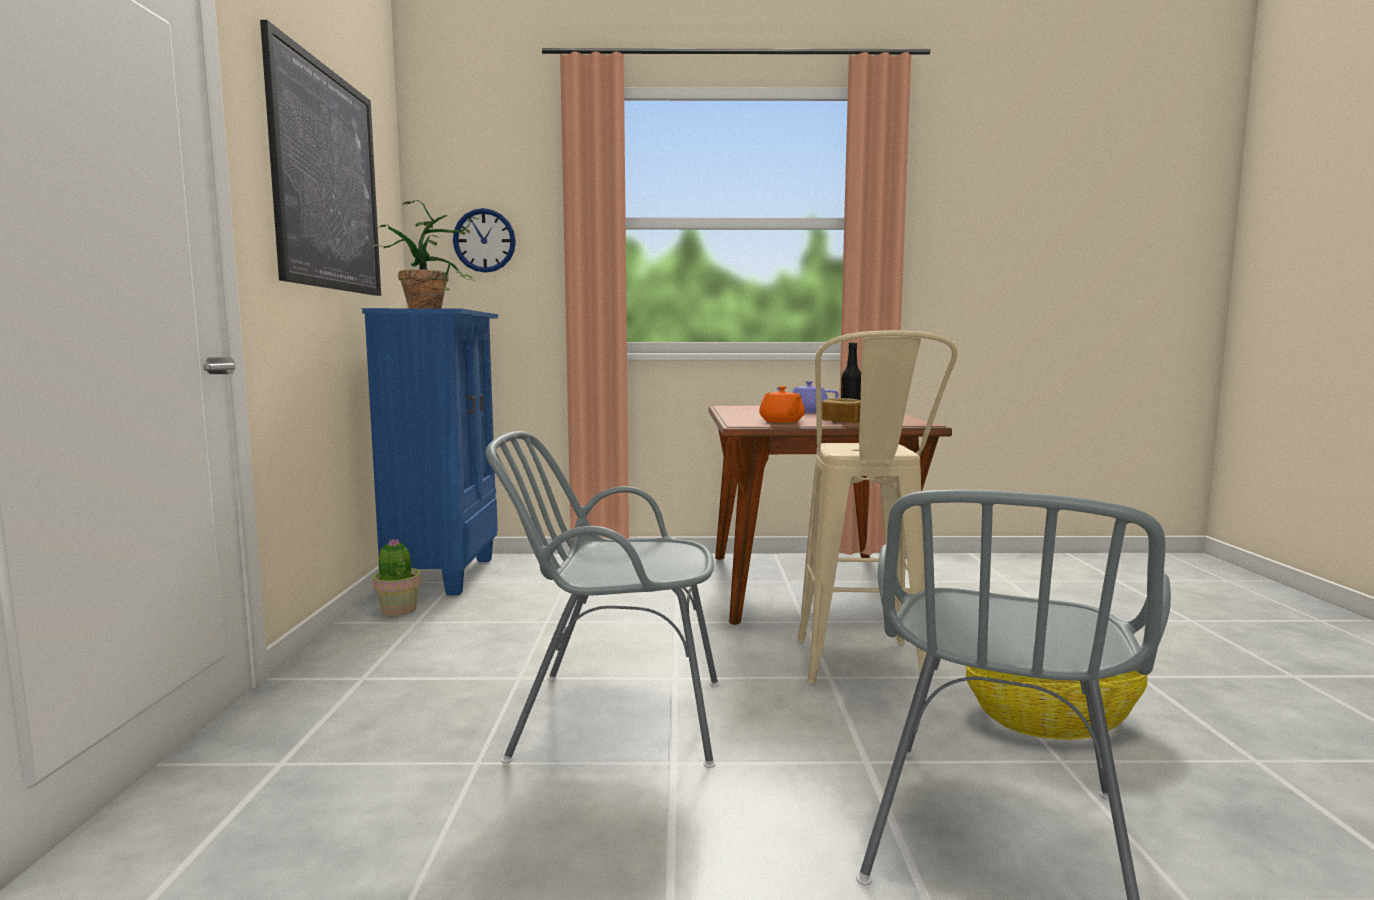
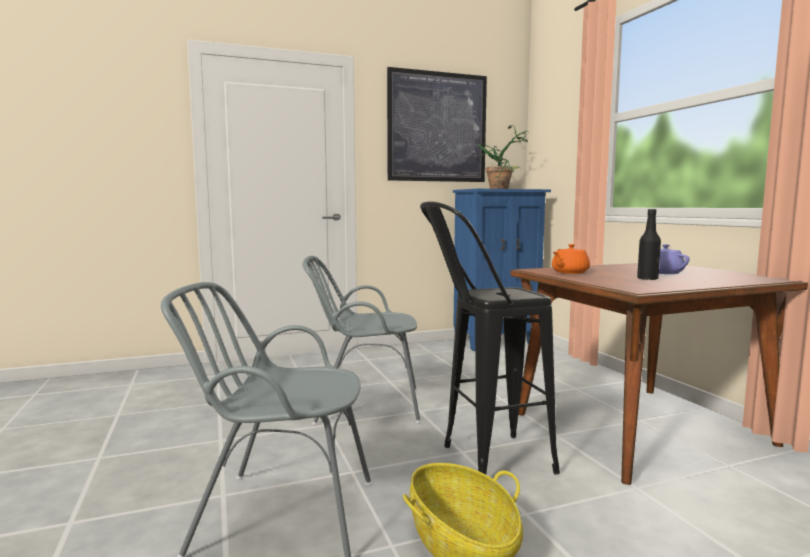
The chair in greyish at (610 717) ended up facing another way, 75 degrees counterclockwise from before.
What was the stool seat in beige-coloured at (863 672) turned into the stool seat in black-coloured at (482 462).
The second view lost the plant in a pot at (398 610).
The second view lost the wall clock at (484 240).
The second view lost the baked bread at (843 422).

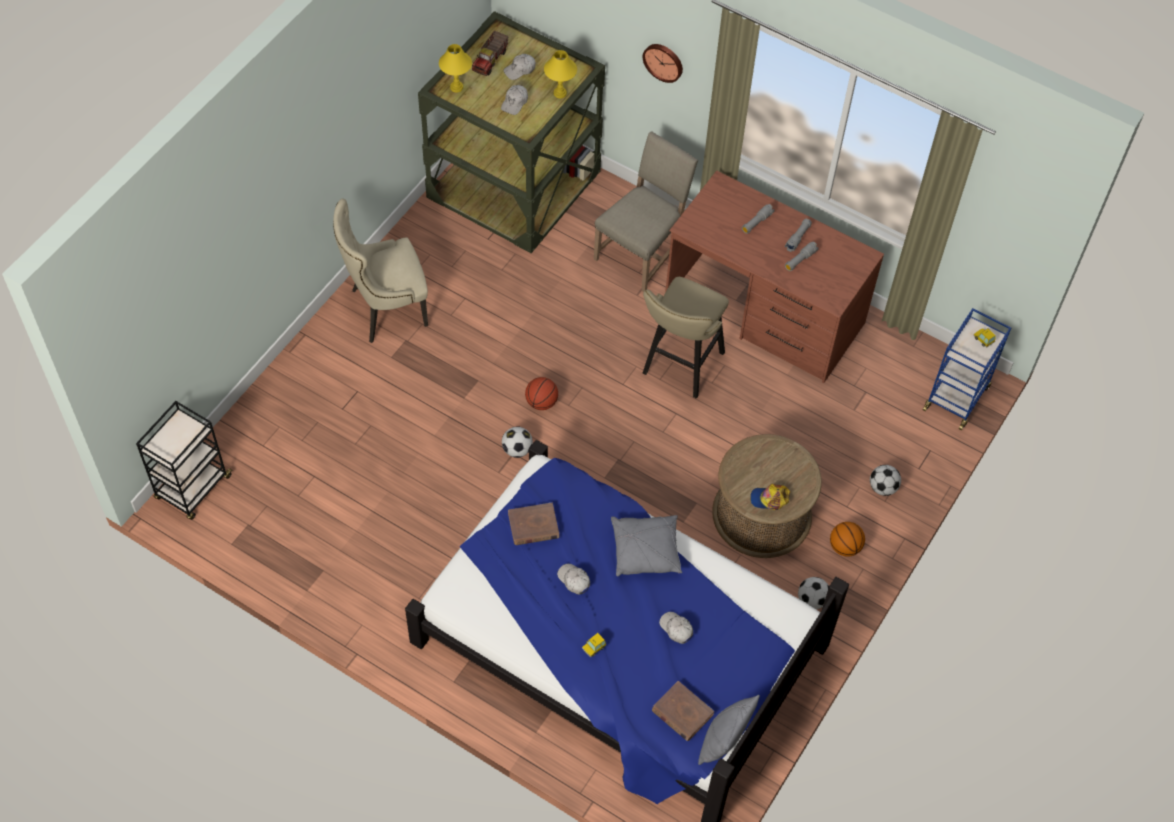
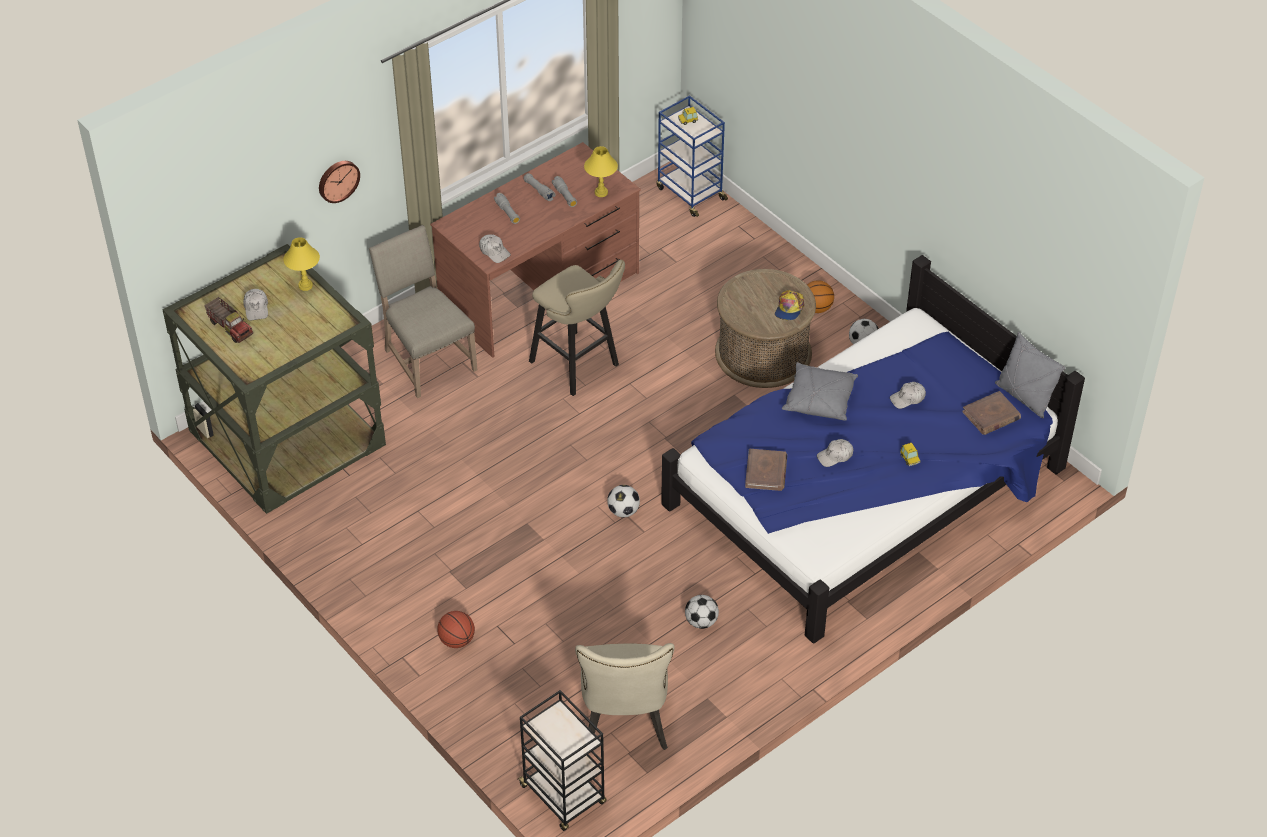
The basketball ball ended up elsewhere, having gone from (541 402) to (457 640).
The baseball cap in whitish ended up elsewhere, having gone from (515 103) to (494 251).
The chair in beige-coloured ended up elsewhere, having gone from (387 309) to (624 723).
The lamp for a table in yellow ended up elsewhere, having gone from (456 87) to (601 192).
The ball for football ended up elsewhere, having gone from (882 487) to (701 621).

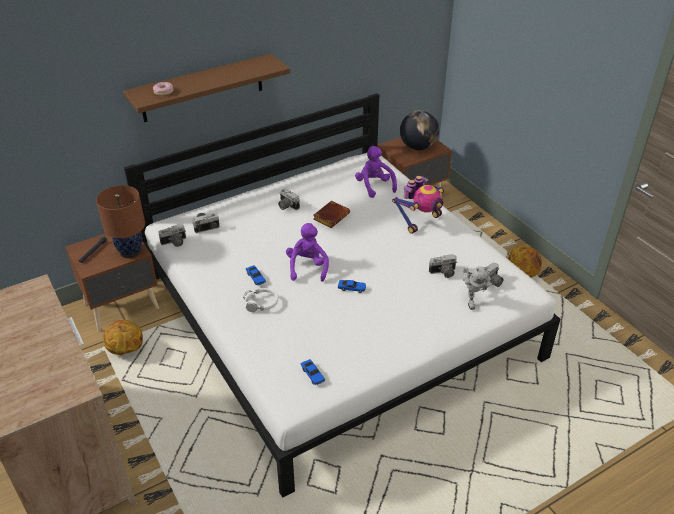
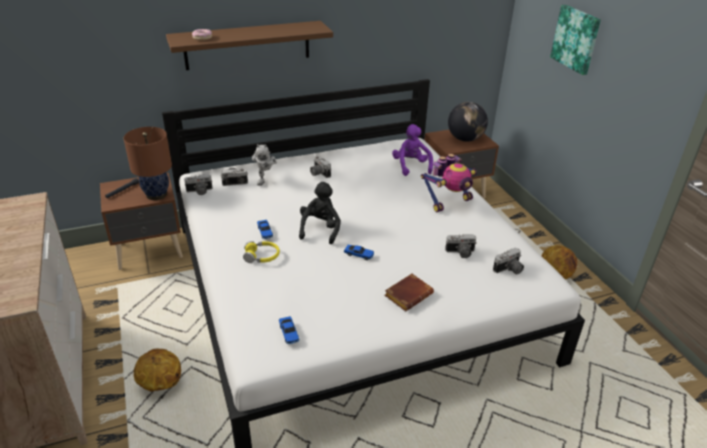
The basketball ball ended up elsewhere, having gone from (125 350) to (160 385).
What was the pair of headphones in whitish at (261 303) turned into the pair of headphones in yellow at (262 256).
The robot figure ended up elsewhere, having gone from (472 299) to (265 180).
What was the plush toy in purple at (307 267) turned into the plush toy in black-coloured at (320 229).
The bound book in brown ended up elsewhere, having gone from (331 216) to (408 294).
The second view gained the picture at (576 39).

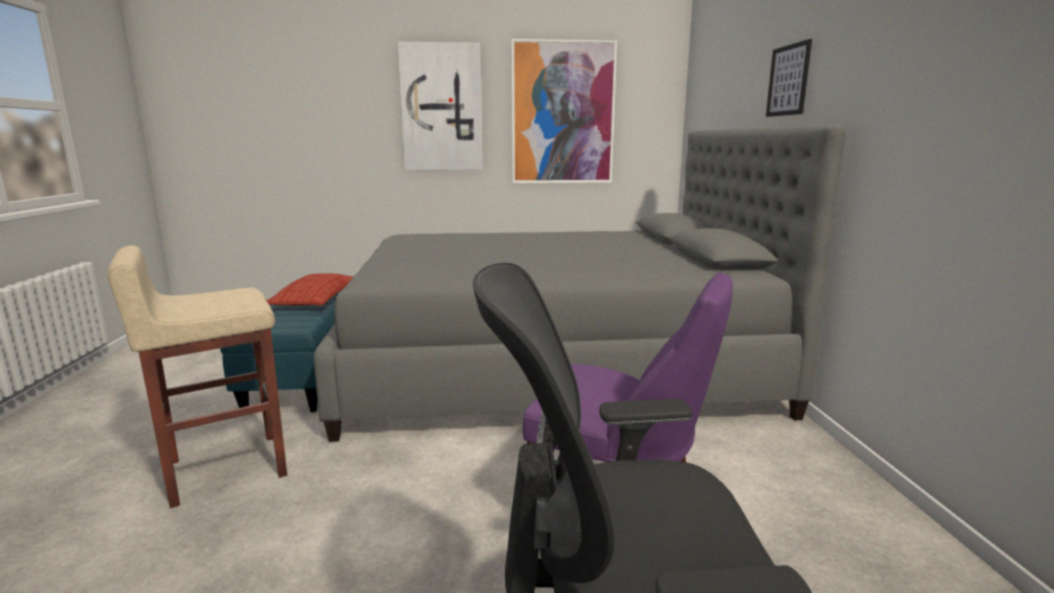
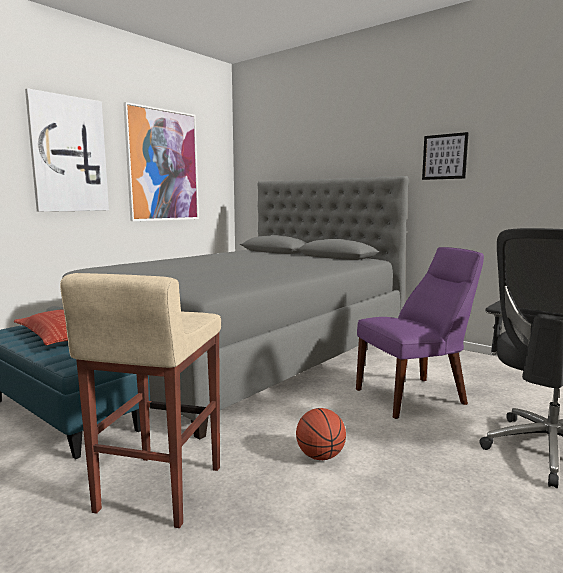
The second view gained the basketball ball at (320 456).
The picture ended up elsewhere, having gone from (788 80) to (444 156).

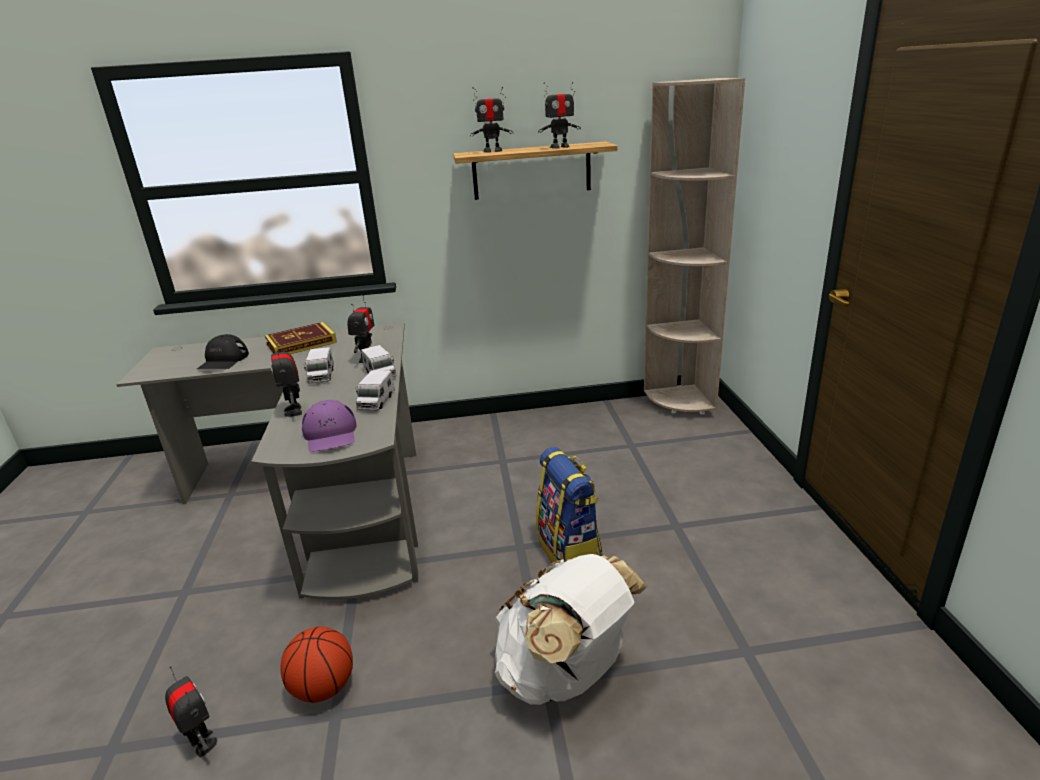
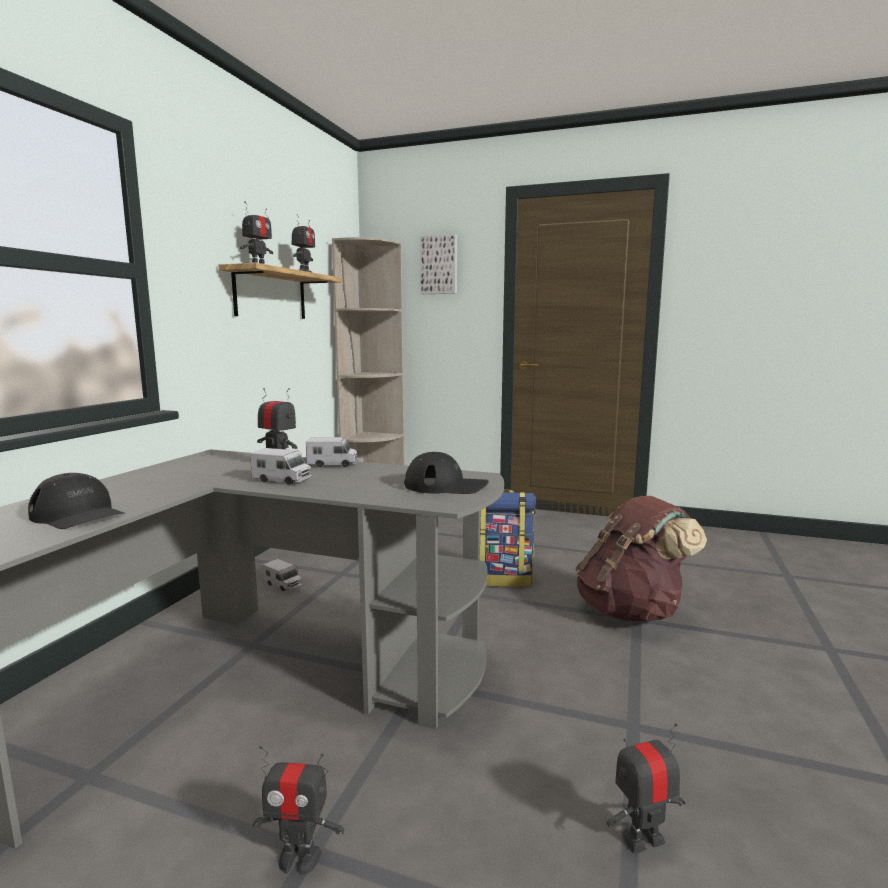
The robot figure ended up elsewhere, having gone from (294 411) to (299 858).
The model truck ended up elsewhere, having gone from (376 402) to (282 585).
What was the baseball cap in purple at (330 434) turned into the baseball cap in black-coloured at (446 486).
The second view gained the picture at (439 265).
What was the rucksack in whitish at (565 673) turned into the rucksack in brown at (631 611).
The second view lost the bound book at (301 343).
The second view lost the basketball ball at (324 687).

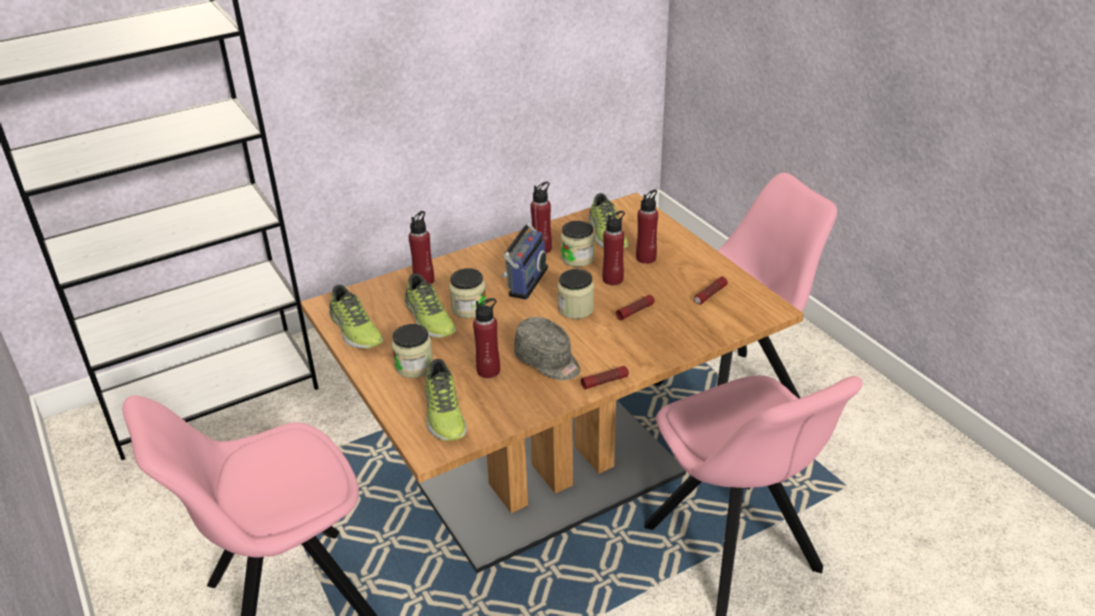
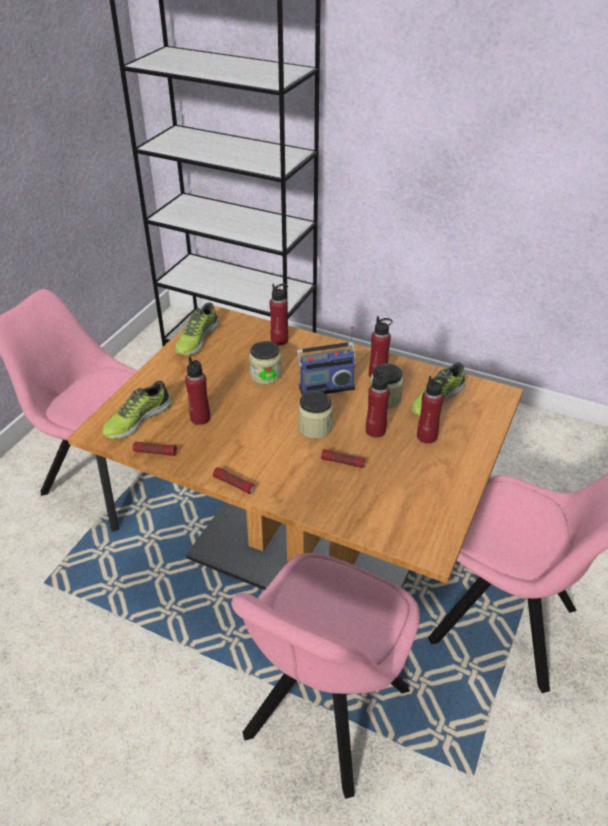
The flashlight ended up elsewhere, having gone from (710 295) to (155 452).
The second view lost the jar at (414 366).
The second view lost the shoe at (428 319).
The second view lost the baseball cap in greyish at (548 361).

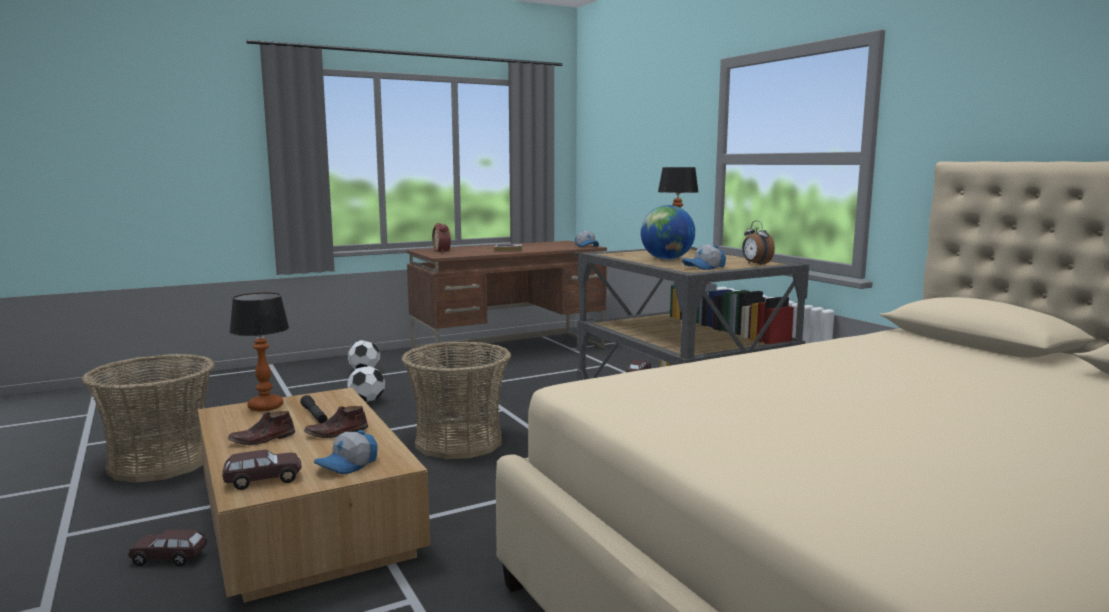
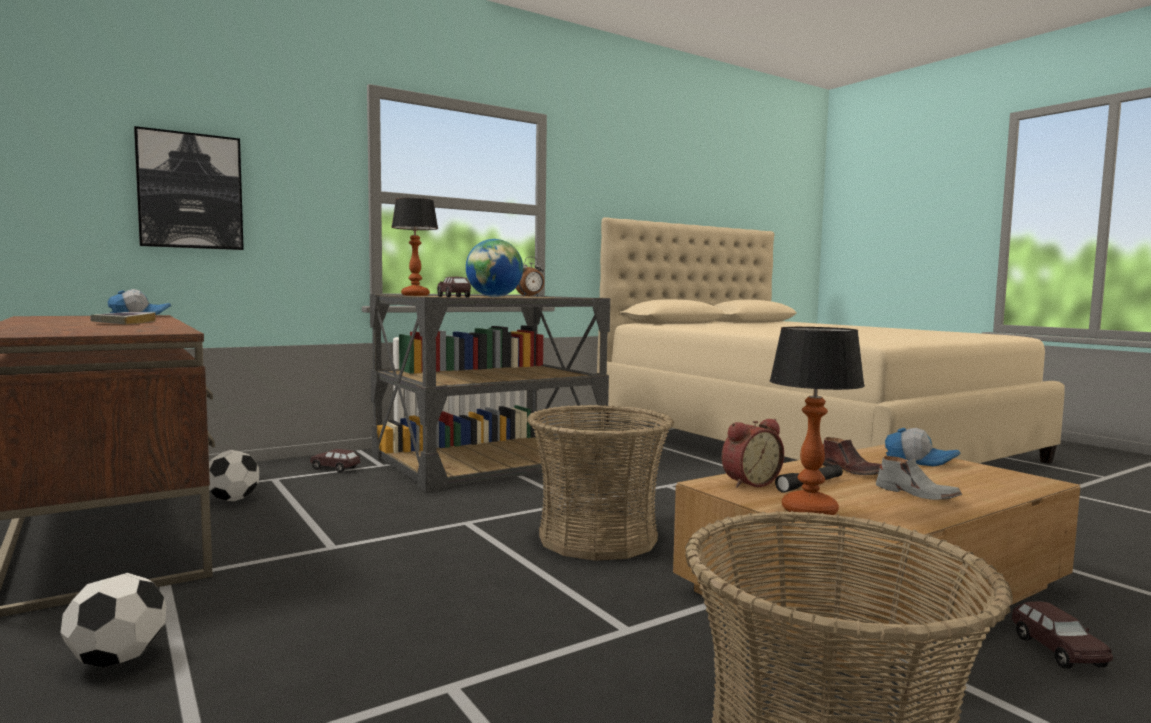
The second view gained the picture at (190 191).
The ball for football ended up elsewhere, having gone from (367 401) to (233 499).
The model car in brown ended up elsewhere, having gone from (263 480) to (454 297).
The table clock ended up elsewhere, having gone from (443 251) to (749 483).
What was the shoe in brown at (262 439) turned into the shoe in greyish at (917 494).
The second view lost the baseball cap at (704 268).

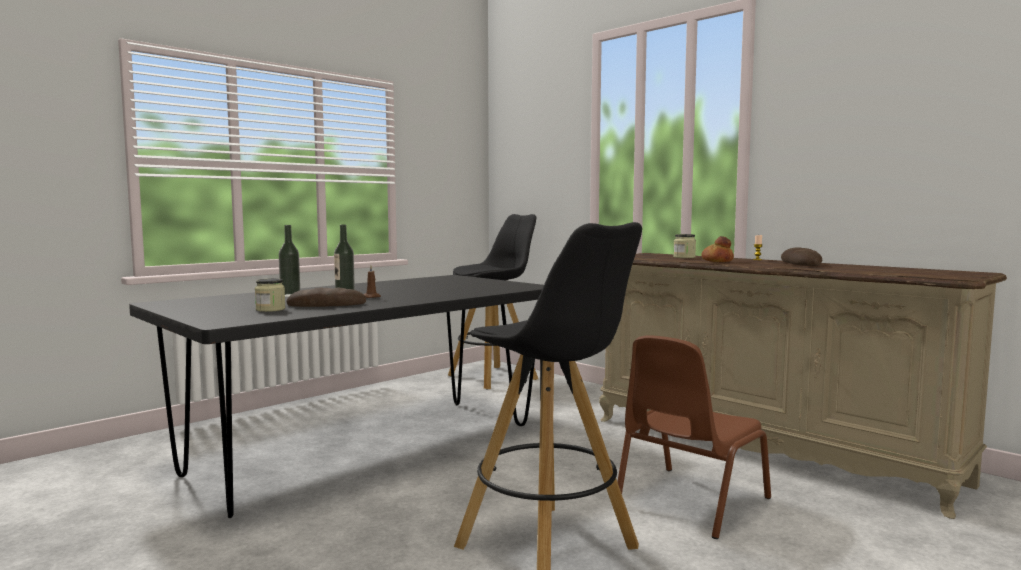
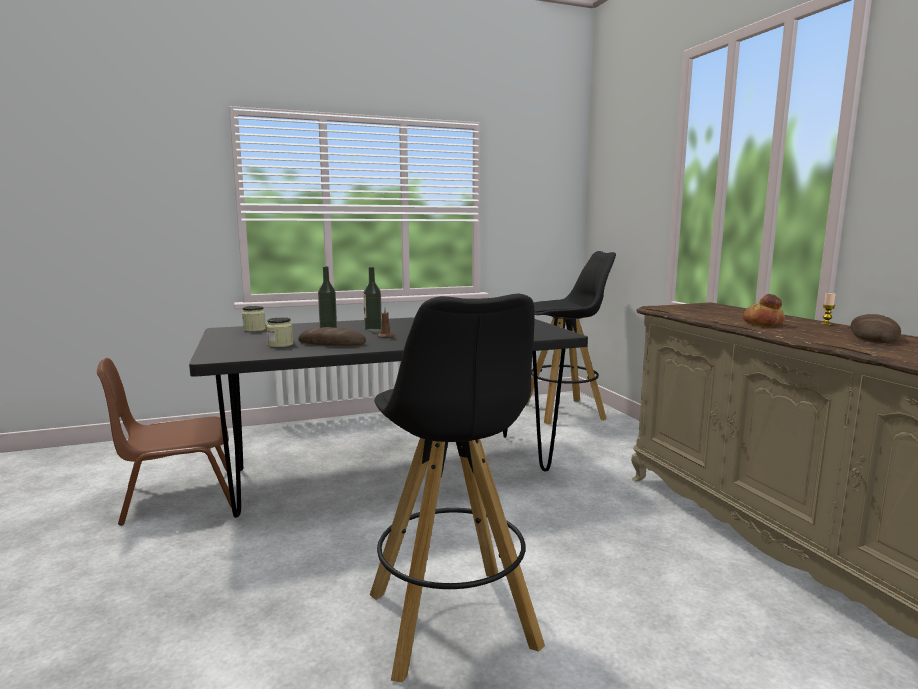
The chair in brown ended up elsewhere, having gone from (689 502) to (177 496).
The jar ended up elsewhere, having gone from (684 257) to (254 329).

